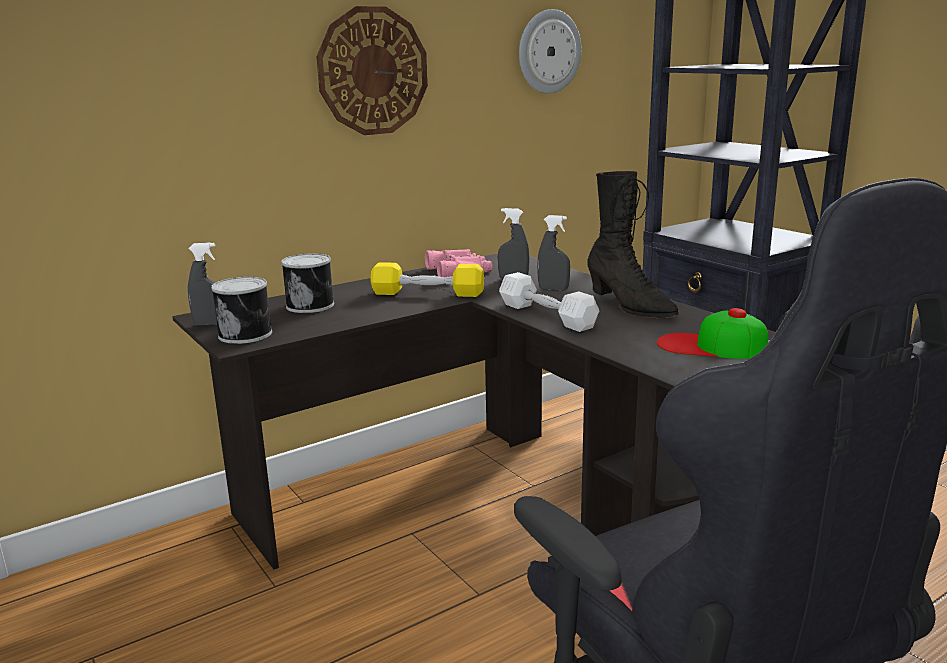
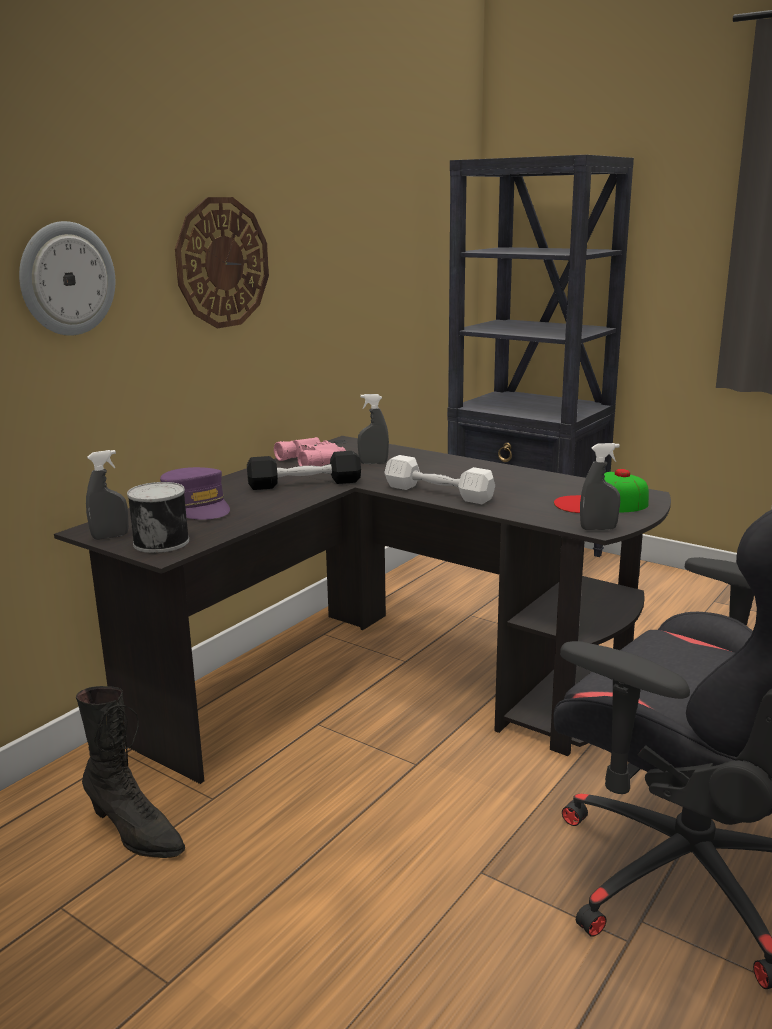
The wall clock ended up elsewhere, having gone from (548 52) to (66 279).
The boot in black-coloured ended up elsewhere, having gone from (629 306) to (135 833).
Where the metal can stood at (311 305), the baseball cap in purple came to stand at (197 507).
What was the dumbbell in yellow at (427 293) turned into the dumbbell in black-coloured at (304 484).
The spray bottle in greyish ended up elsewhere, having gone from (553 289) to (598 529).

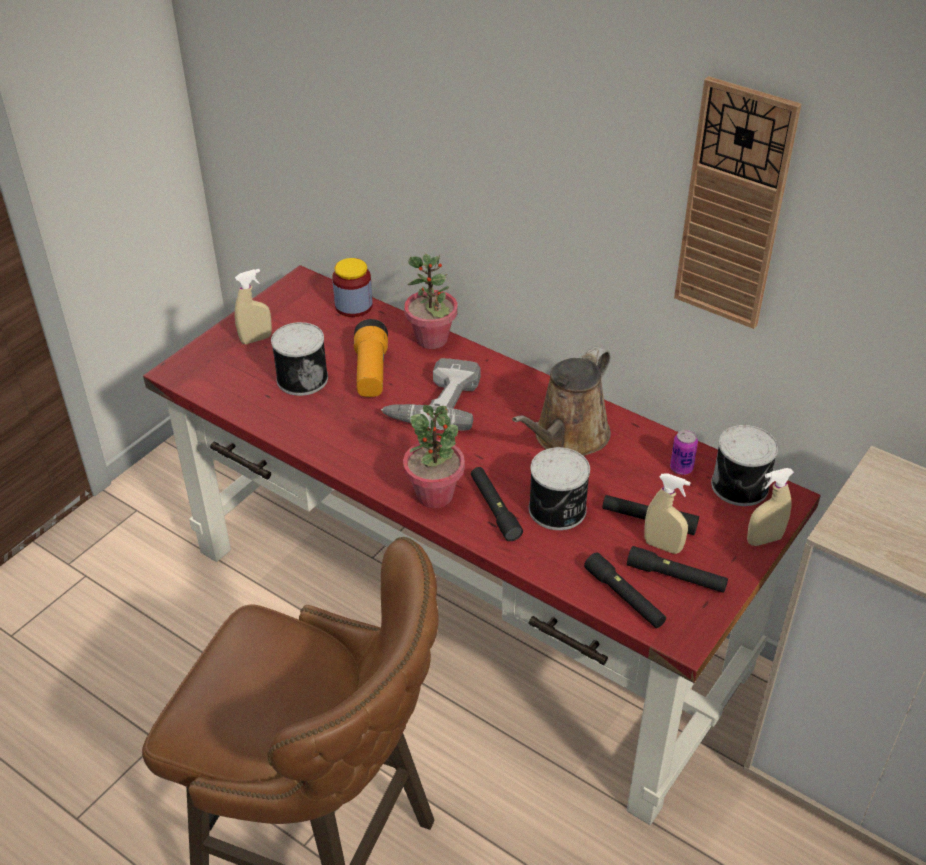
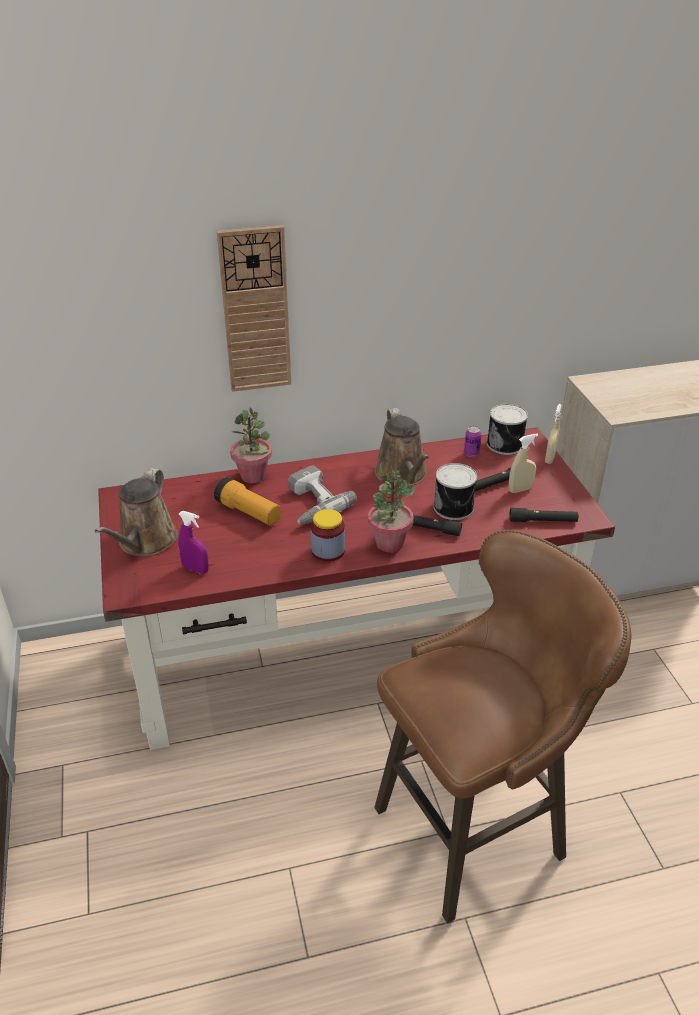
Where the spray bottle in beige-coloured stood at (256 339), the watering can in brown came to stand at (145 542).
The second view gained the spray bottle in purple at (195 569).
The wall clock ended up elsewhere, having gone from (734 207) to (255 311).
The jar ended up elsewhere, having gone from (353 306) to (328 551).
The second view lost the metal can at (302 378).
The second view lost the flashlight in black-coloured at (676 577).

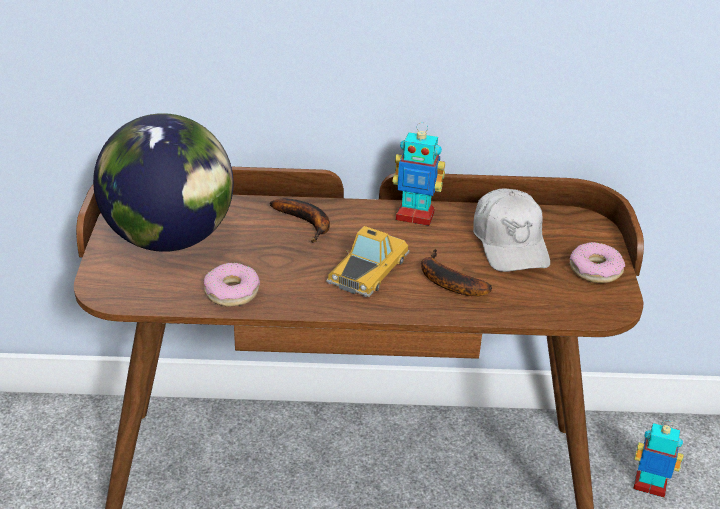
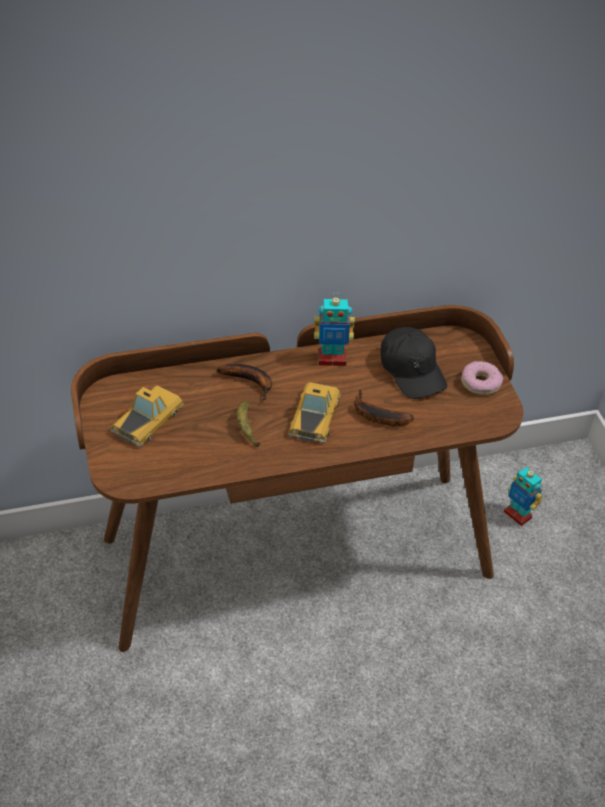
Where the desk globe stood at (170 239), the model car came to stand at (149 419).
The second view gained the banana at (246 427).
What was the baseball cap in whitish at (510 243) turned into the baseball cap in black-coloured at (411 370).
The robot figure at (649 487) ended up facing another way, 135 degrees counterclockwise from before.
The second view lost the donut at (231 292).

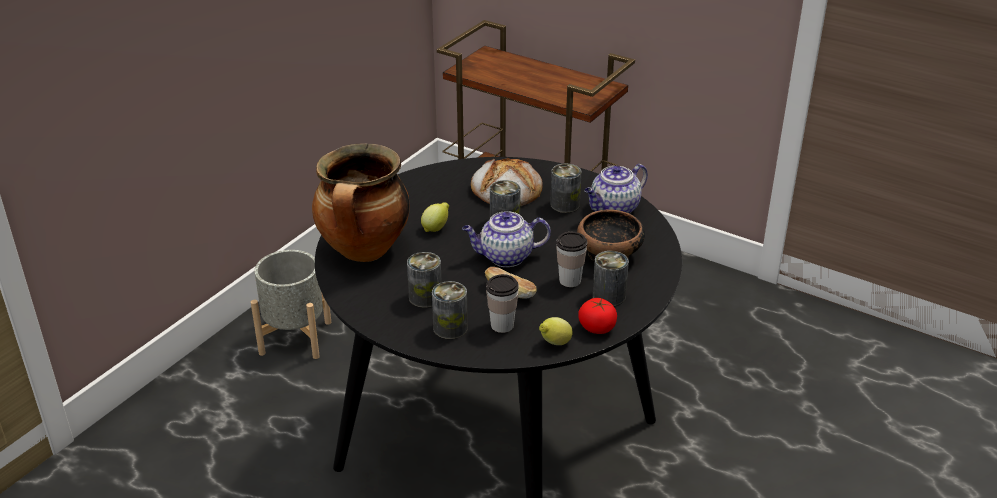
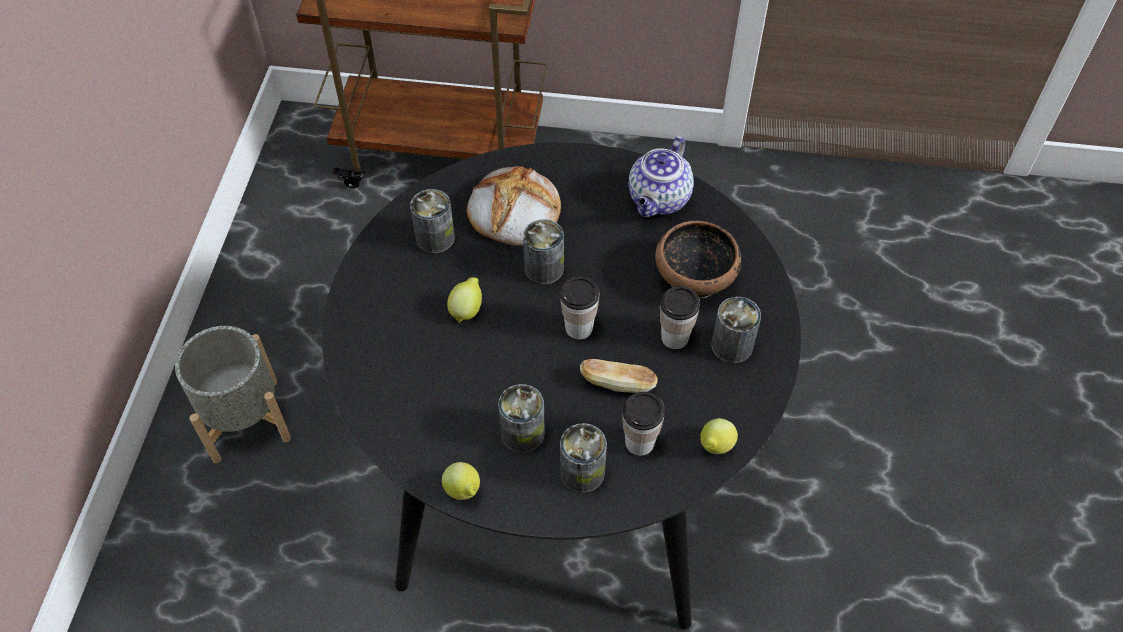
The metal can ended up elsewhere, having gone from (565 204) to (435 238).
The second view gained the citrus fruit at (463 491).
Where the teapot stood at (505 257), the drinking cup came to stand at (579 328).
The second view lost the cooking pot at (365 251).
The second view lost the whole tomato at (597 328).

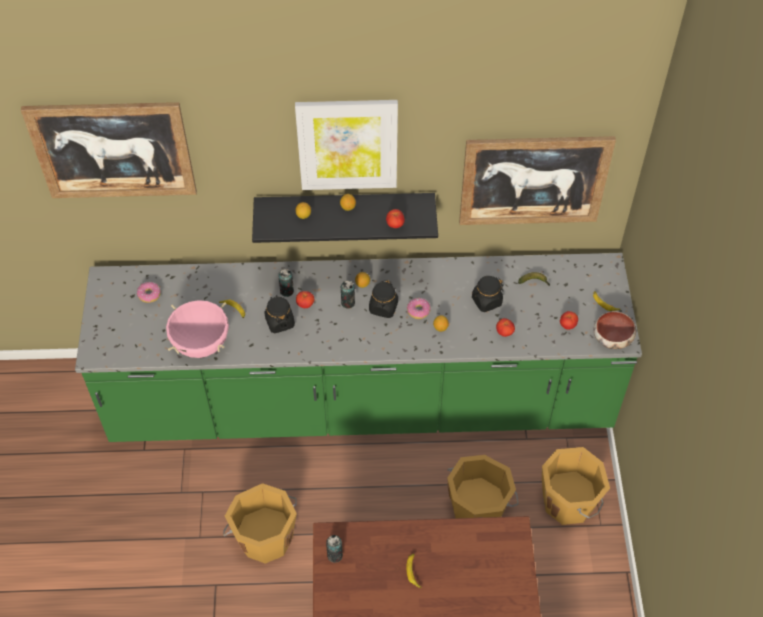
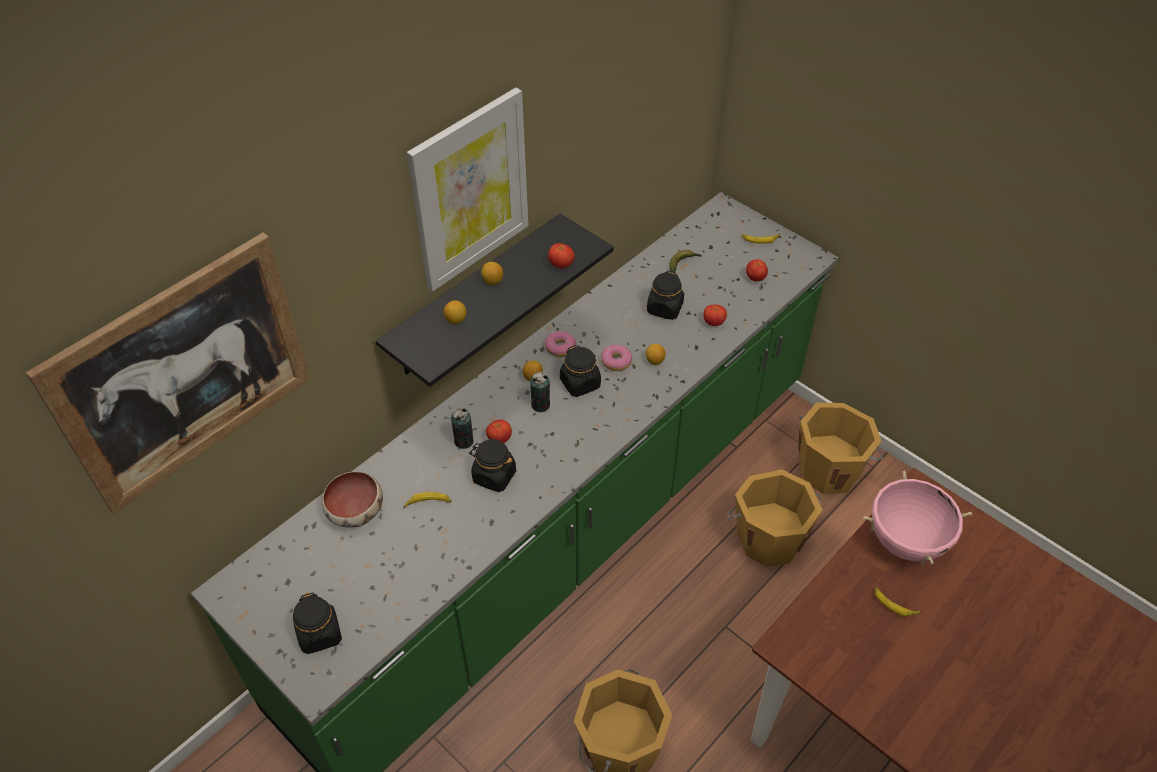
The second view gained the jar in black-coloured at (320 634).
The bowl ended up elsewhere, having gone from (612 338) to (355 511).
The donut ended up elsewhere, having gone from (149 295) to (560 348).
The cooking pot in pink-coloured ended up elsewhere, having gone from (201 344) to (906 540).
The second view lost the metal can at (335 555).
The second view lost the picture at (533 180).

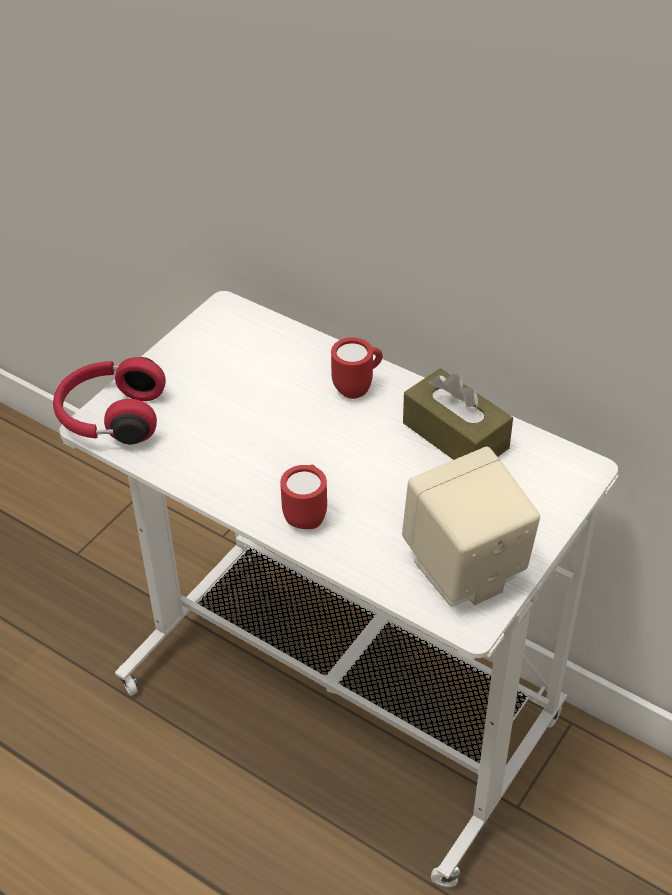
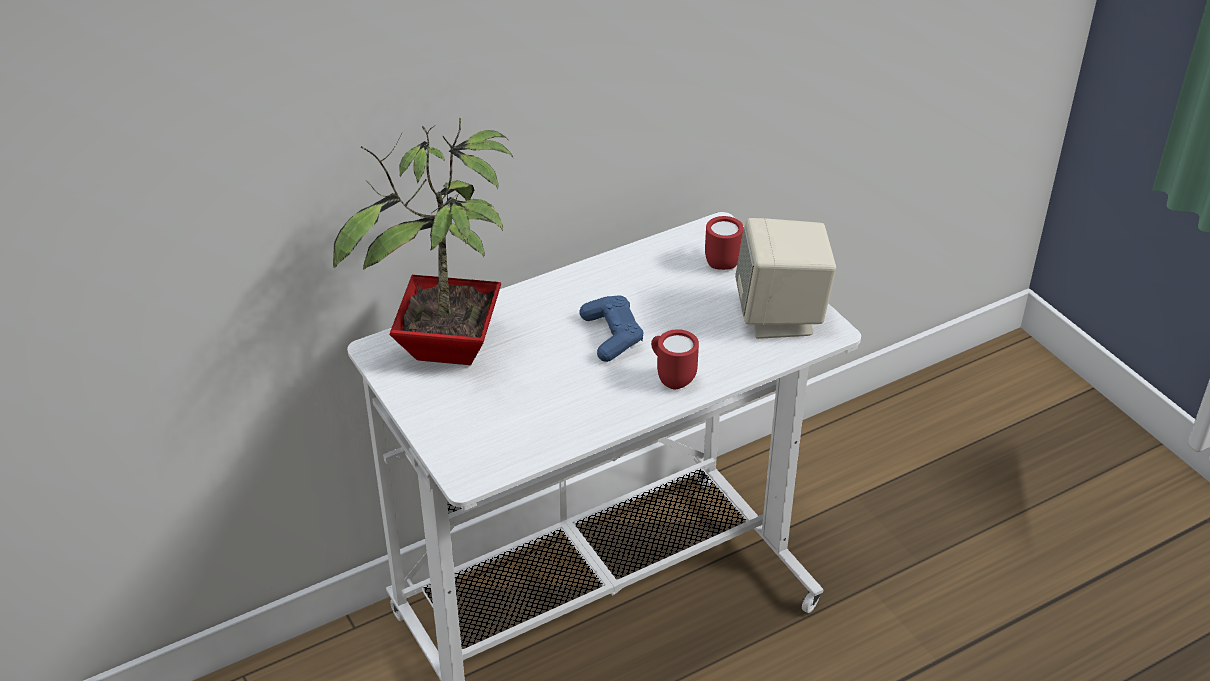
The second view gained the plant in a pot at (448 349).
The second view gained the gamepad in blue at (612 336).
The coffee mug in red ended up elsewhere, having gone from (357 388) to (722 261).
The second view lost the pair of headphones in red at (110 417).
The second view lost the tissue box in brown at (455 435).

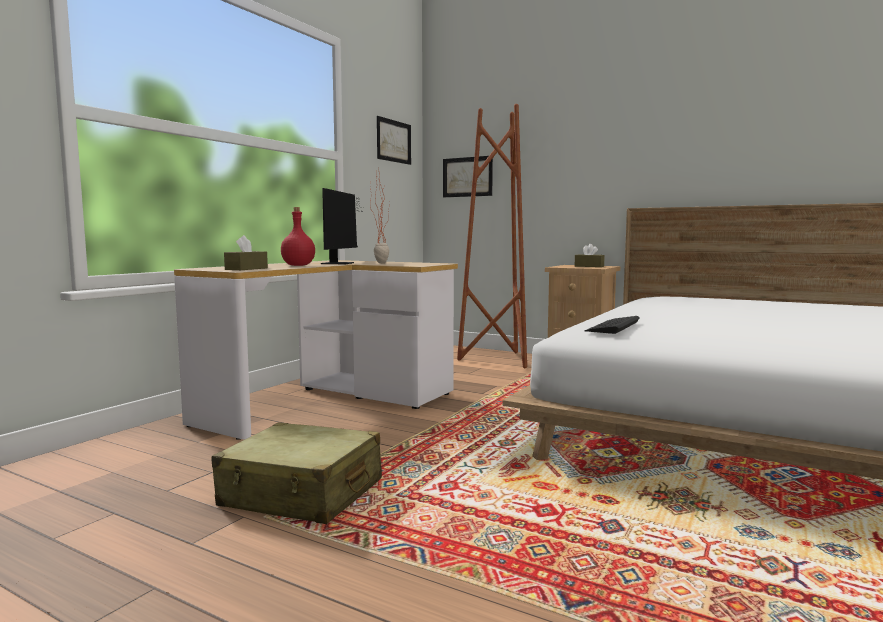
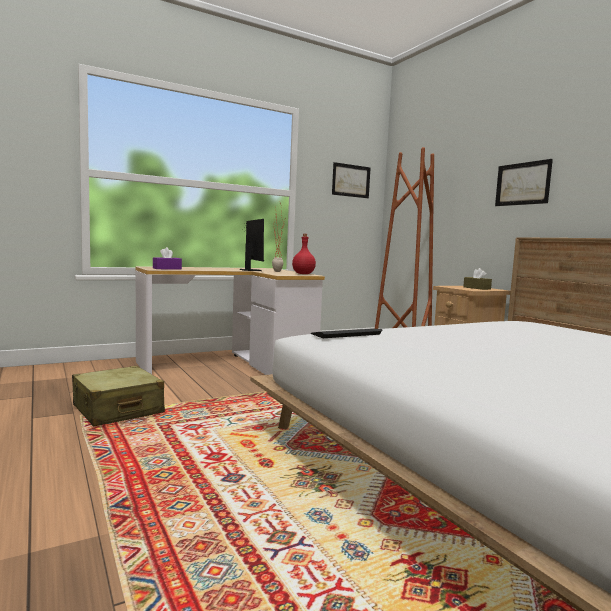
What was the tissue box in brown at (246 269) turned into the tissue box in purple at (167 268).
The monitor at (340 263) ended up facing another way, 60 degrees counterclockwise from before.
The beverage bottle in red ended up elsewhere, having gone from (298 265) to (303 274).
The picture ended up elsewhere, having gone from (467 177) to (522 184).

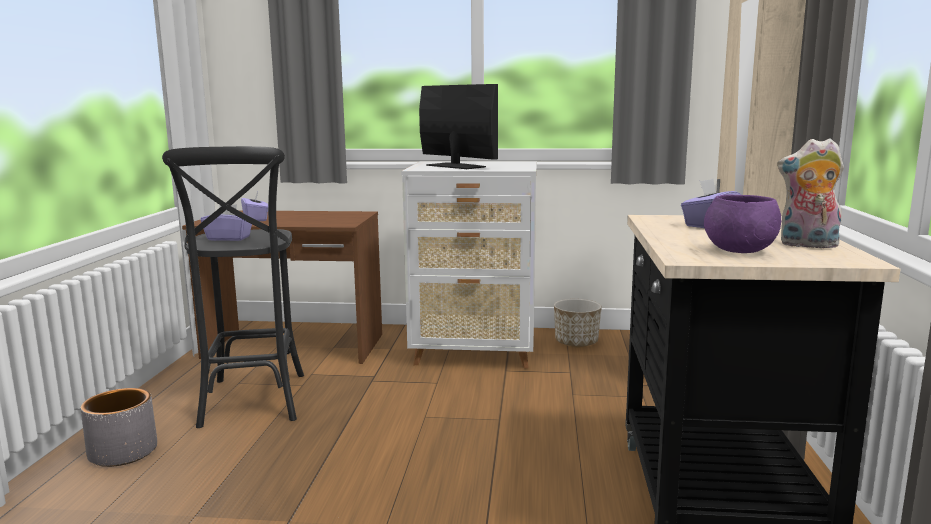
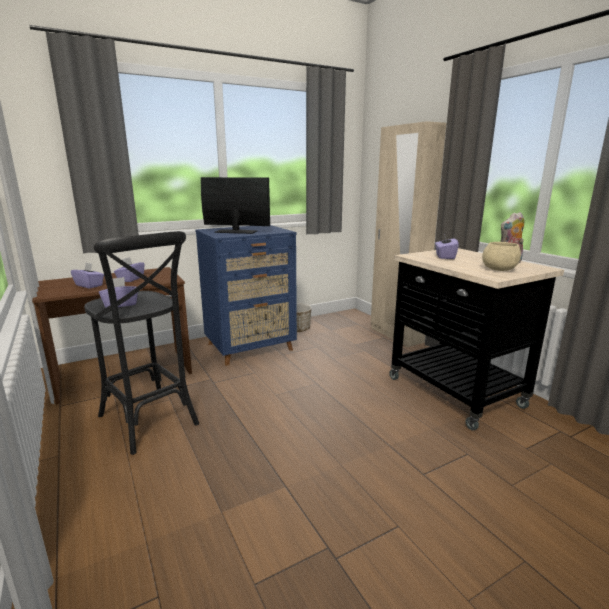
The second view gained the tissue box in purple at (130 279).
What was the dresser in whitish at (475 351) turned into the dresser in blue at (251 347).
What was the bowl in purple at (739 251) turned into the bowl in beige-coloured at (499 270).
The second view lost the flower pot in greyish at (123 452).

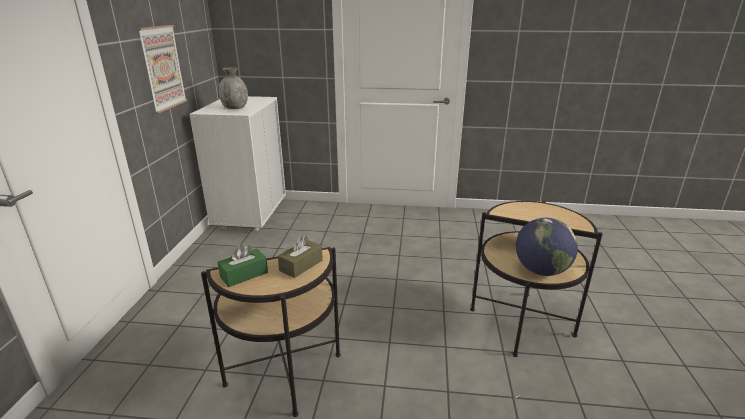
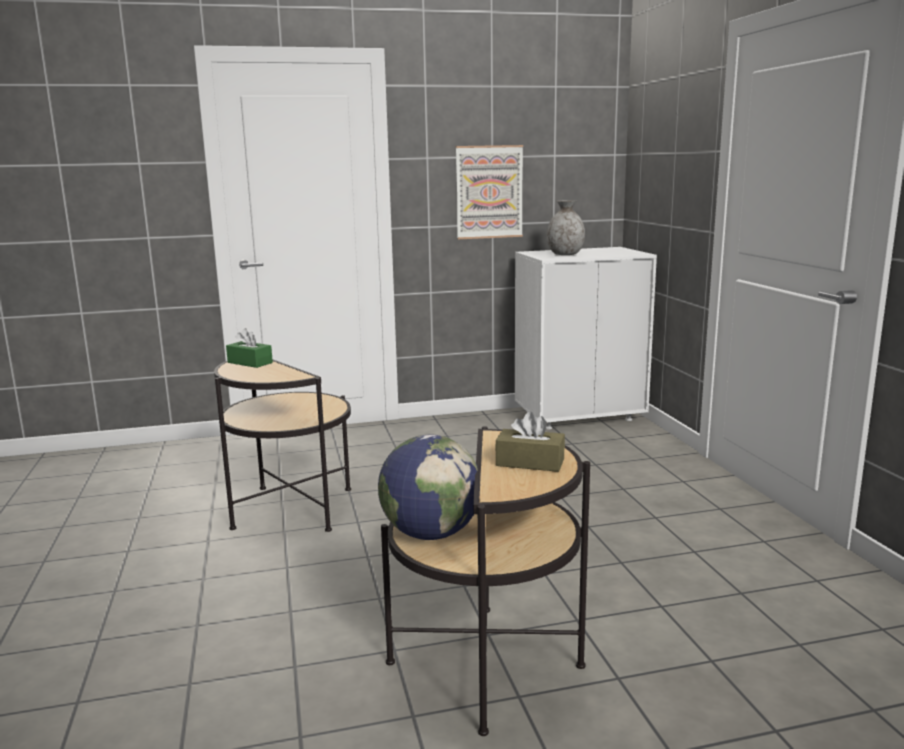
The tissue box in brown ended up elsewhere, having gone from (301 265) to (530 462).

